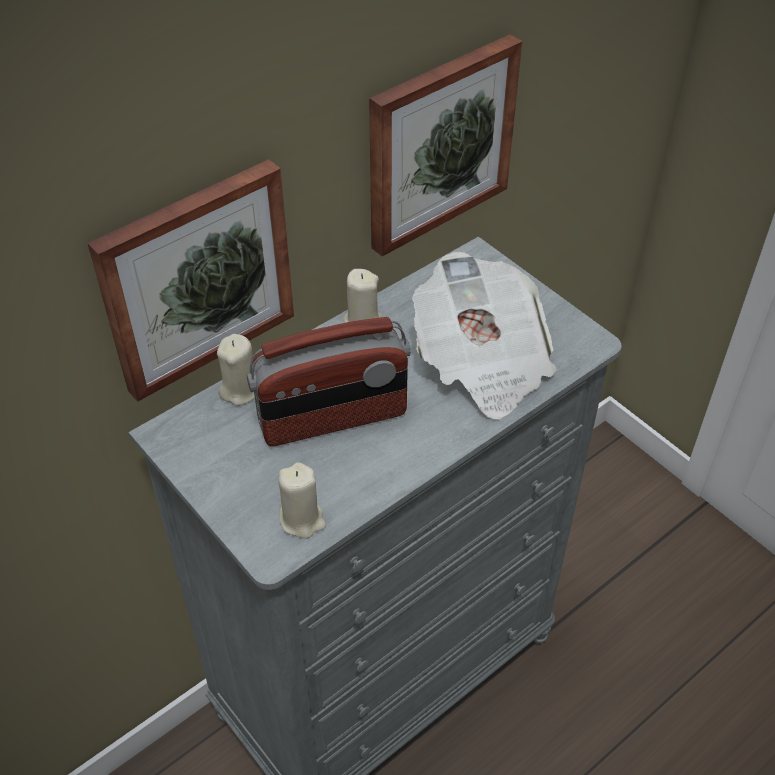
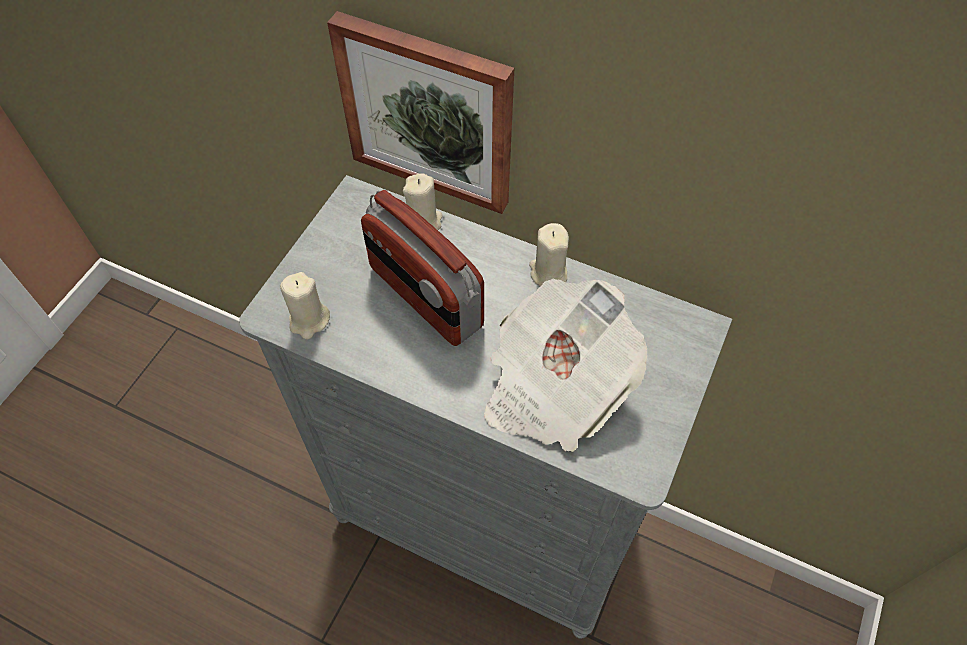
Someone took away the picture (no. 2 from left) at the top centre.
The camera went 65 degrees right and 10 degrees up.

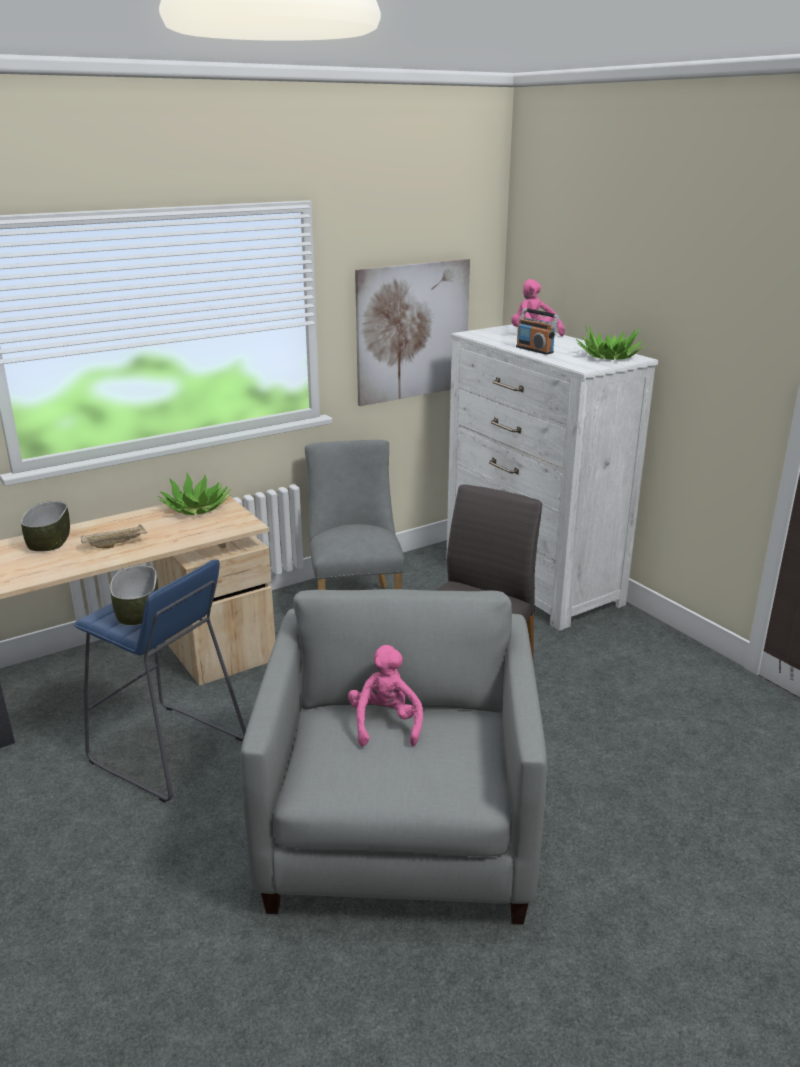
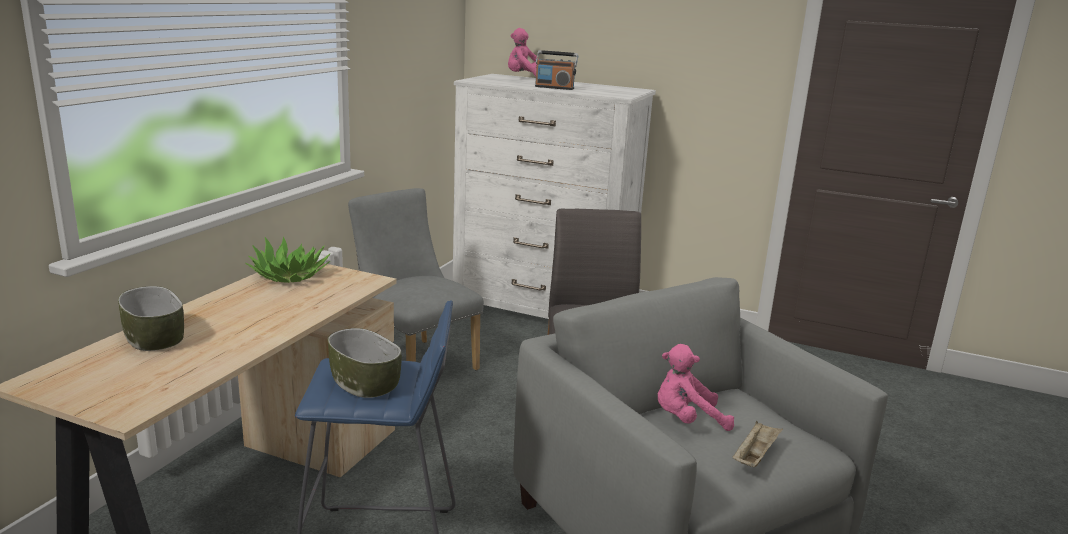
Someone rotated the pink plush toy (no. 1 from left in the first image) at the centre by 60 degrees counterclockwise.
Someone carried the beige tray from the middle left to the bottom right.
Someone took away the picture at the top centre.
Someone took away the potted plant (no. 2 from left) at the top right.
The camera went 35 degrees left and 5 degrees down.

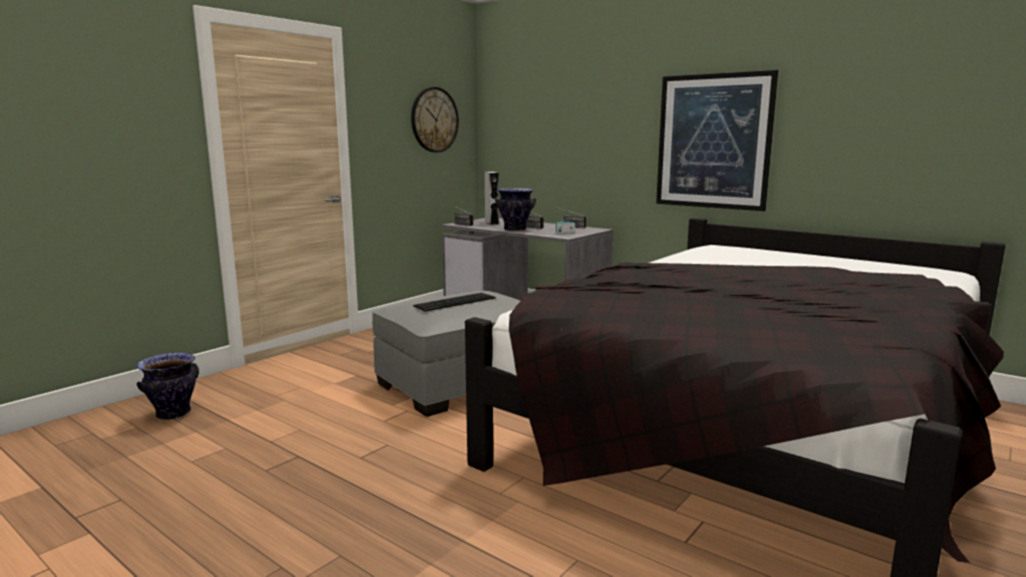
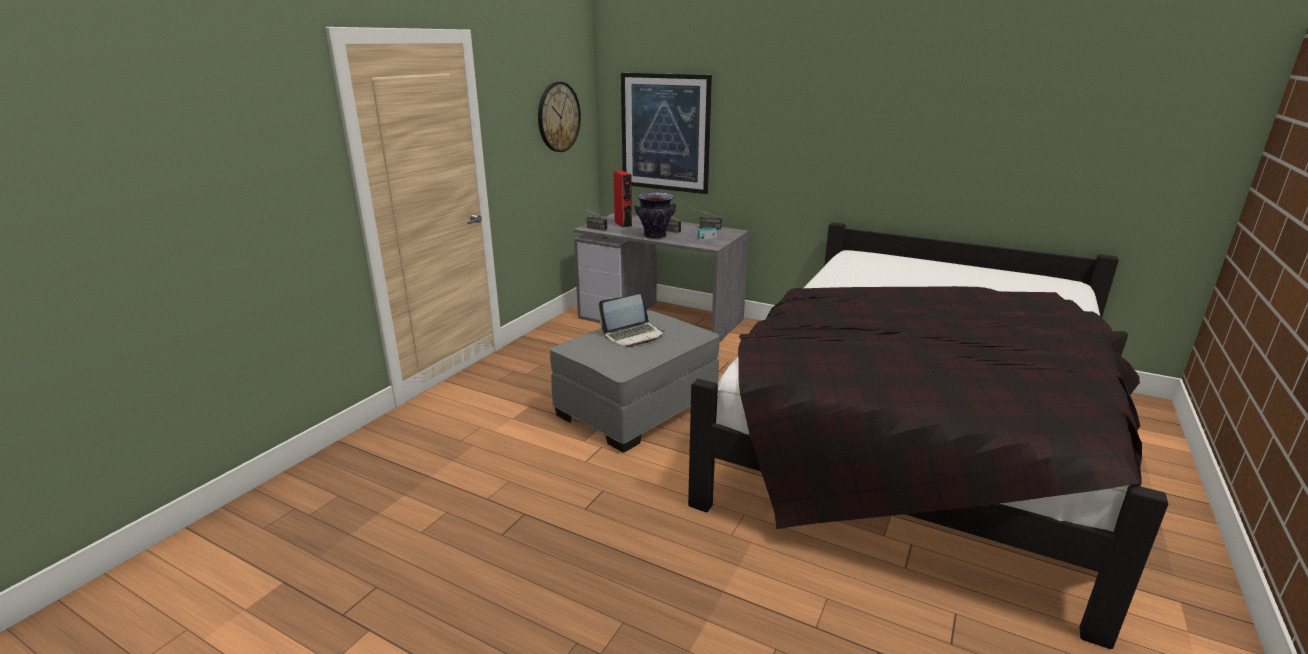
Someone swapped the keyboard at the centre for the laptop at the centre.
Someone repainted the grey speaker at the centre, which became the red speaker at the top centre.
Someone carried the picture from the top right to the top centre.
Someone took away the vase (no. 1 from left) at the bottom left.
The camera went 10 degrees left and 10 degrees up.

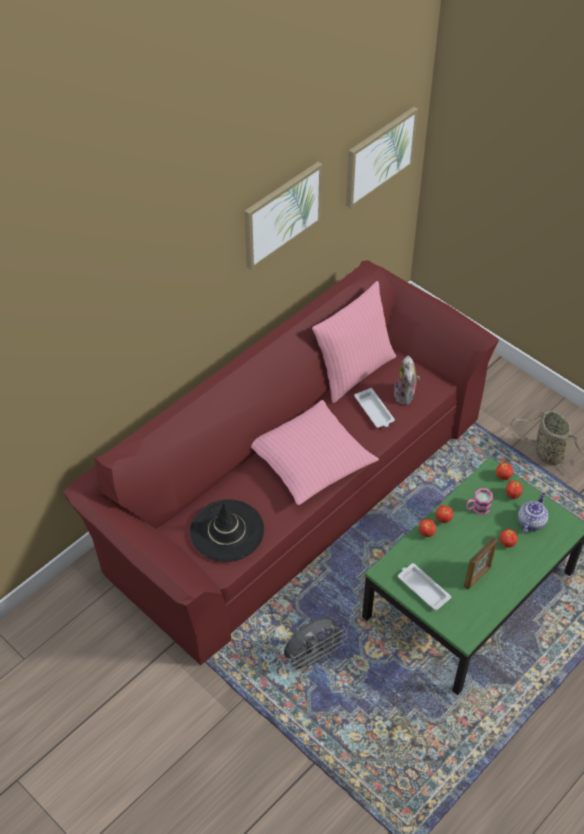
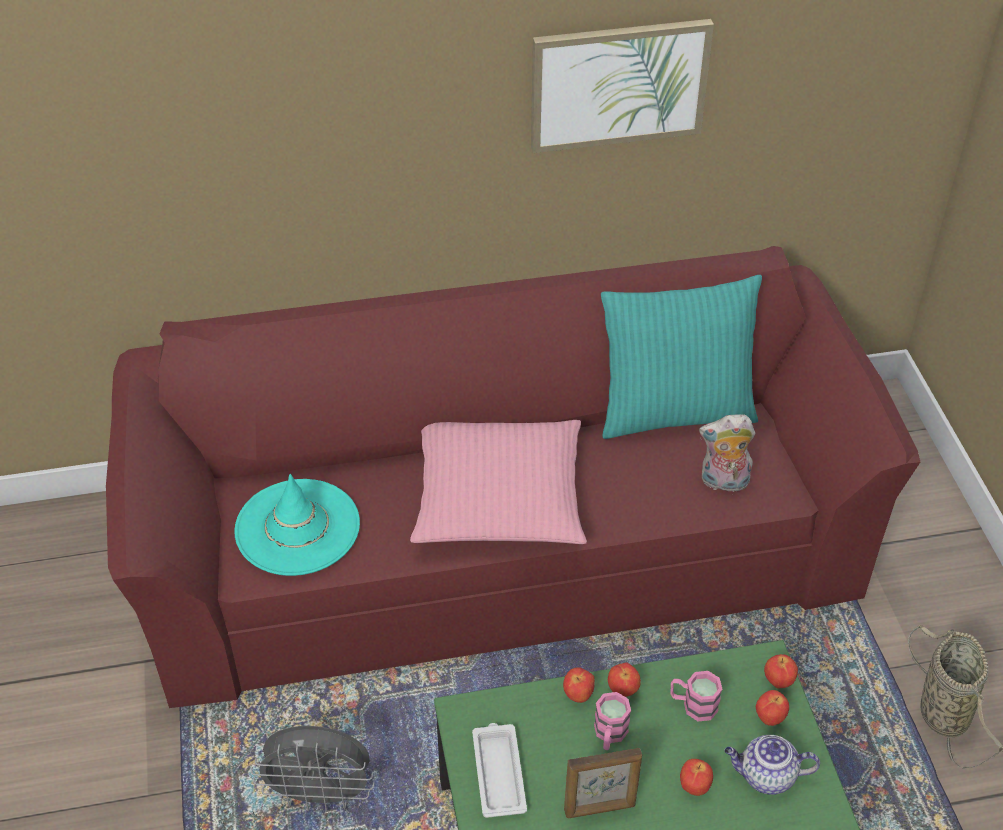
Someone repainted the black hat at the centre, which became the turquoise hat at the middle left.
Someone put down the pink mug (no. 1 from left) at the bottom centre.
Someone repainted the pink pillow (no. 2 from left) at the centre, which became the turquoise pillow at the middle right.
Someone rotated the plush toy at the middle right by 60 degrees clockwise.
Someone rotated the teapot at the middle right by 150 degrees counterclockwise.
Someone took away the picture (no. 2 from left) at the top centre.
Someone took away the white tray (no. 1 from left) at the centre.
The camera went 35 degrees right and 5 degrees down.

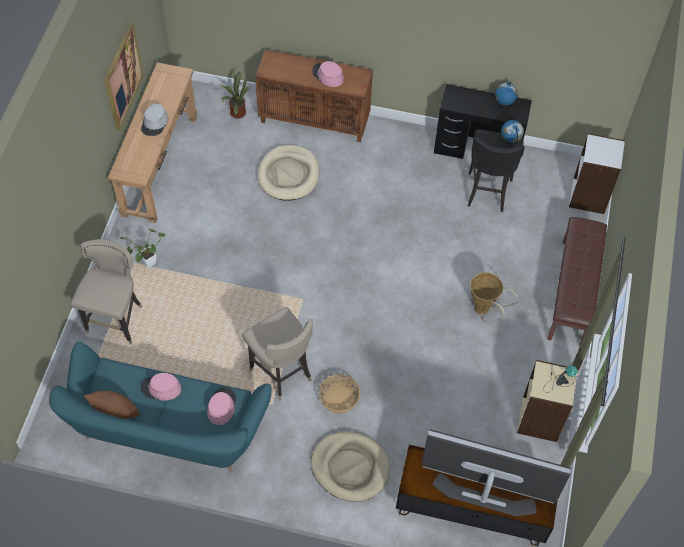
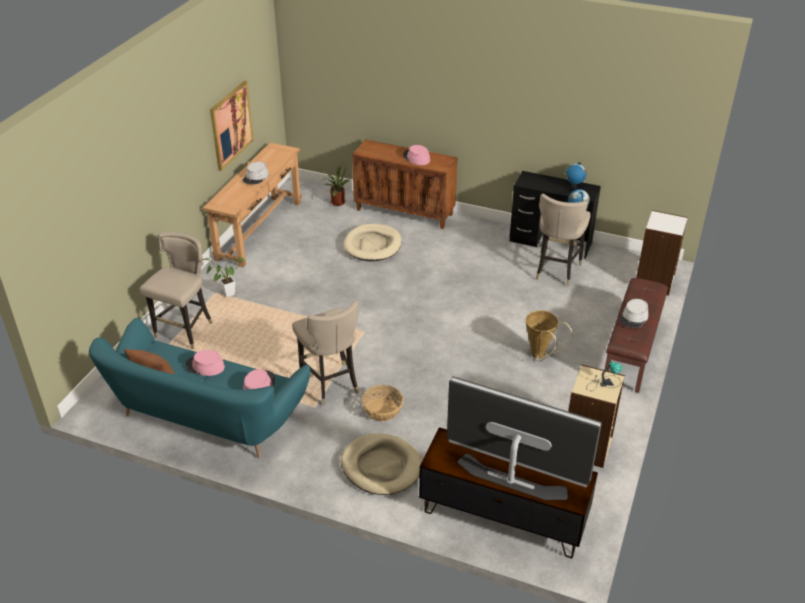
Someone repainted the black stool at the top right, which became the beige stool (no. 3 from left) at the middle right.
Someone put down the grey hat (no. 2 from left) at the middle right.
The camera went 10 degrees right and 20 degrees down.

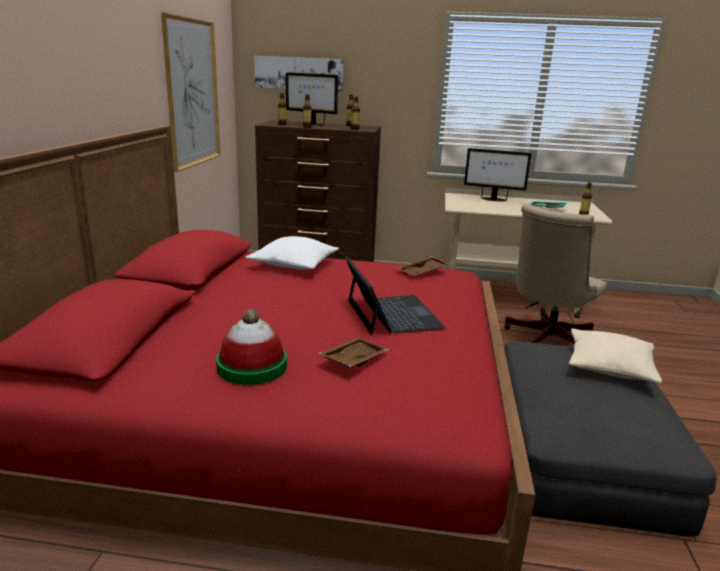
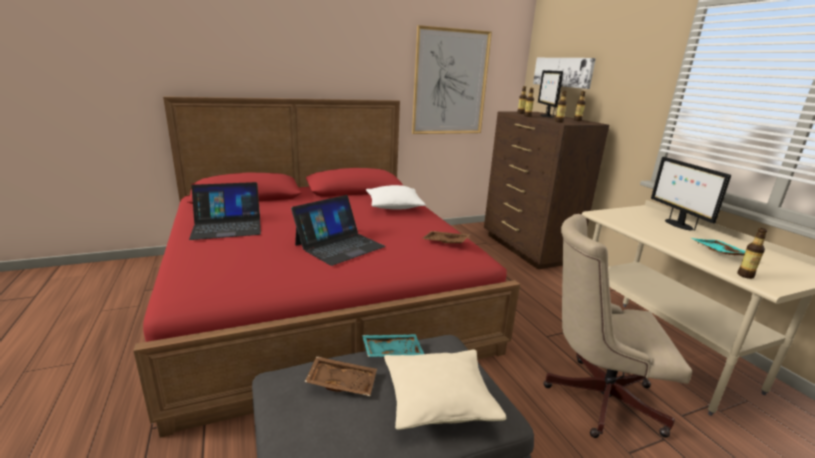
Someone swapped the hat at the centre for the laptop (no. 1 from left) at the middle left.
Someone carried the brown tray (no. 1 from left) from the centre to the bottom centre.
Someone put down the turquoise tray (no. 1 from left) at the bottom centre.
The camera went 60 degrees right and 0 degrees up.

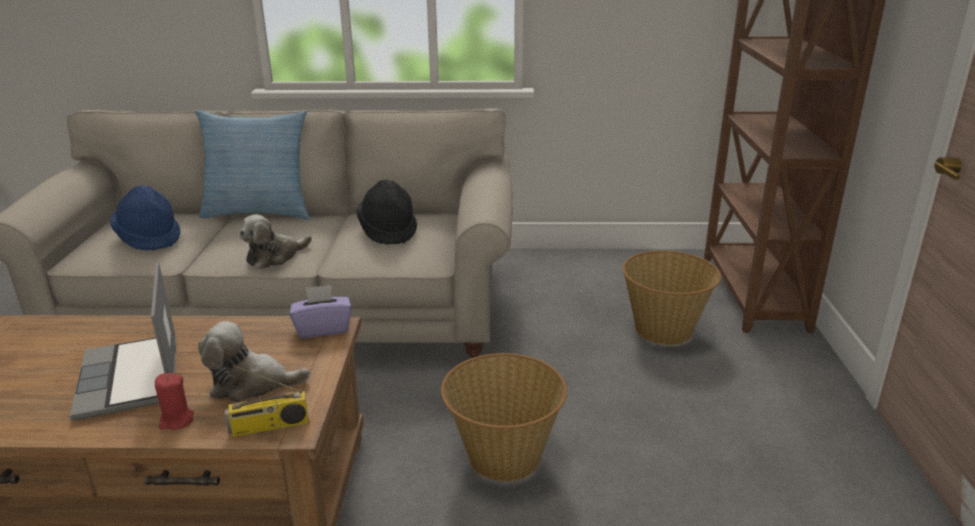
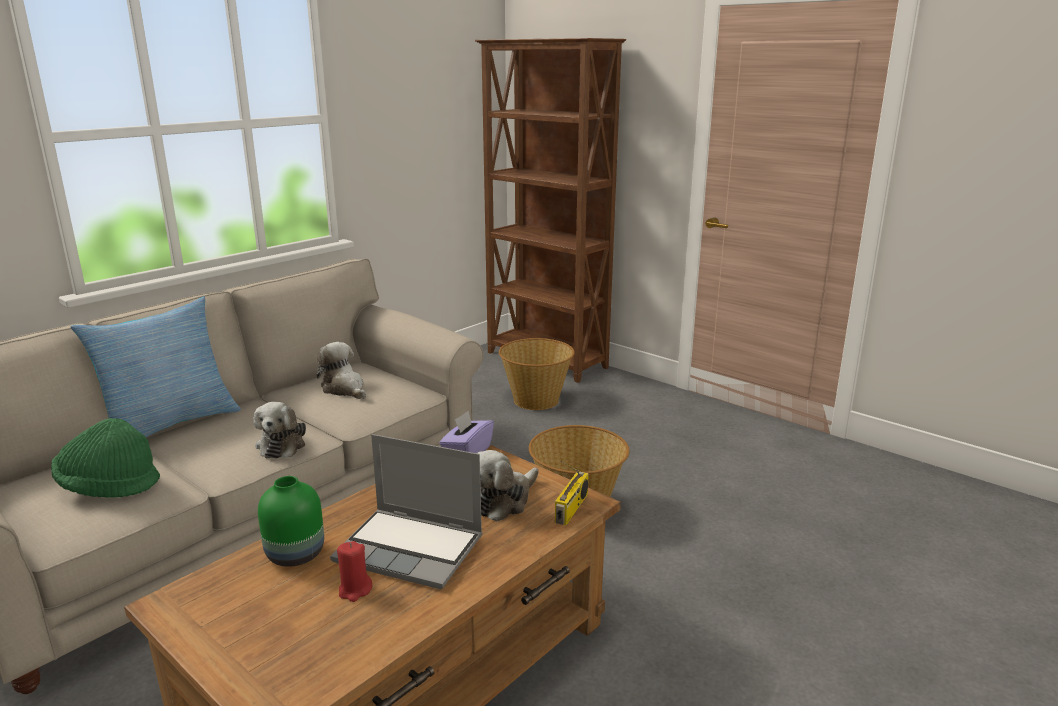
Someone repainted the blue hat at the middle left, which became the green hat at the middle left.
Someone put down the green vase at the bottom left.
Someone swapped the black hat at the centre for the plush toy (no. 2 from left) at the middle left.
Someone carried the red candle from the bottom left to the bottom centre.
The camera went 50 degrees left and 5 degrees down.

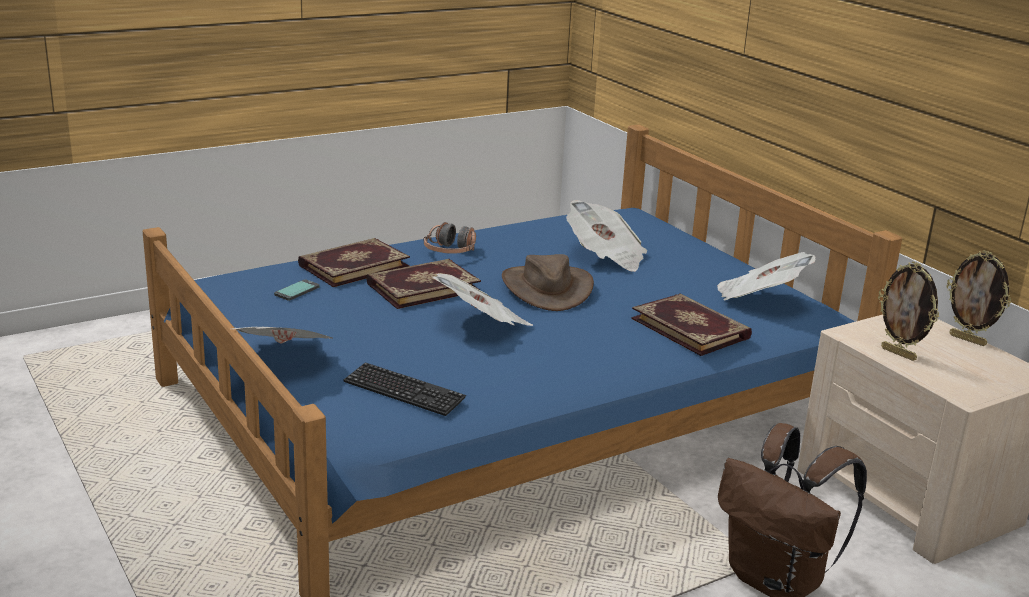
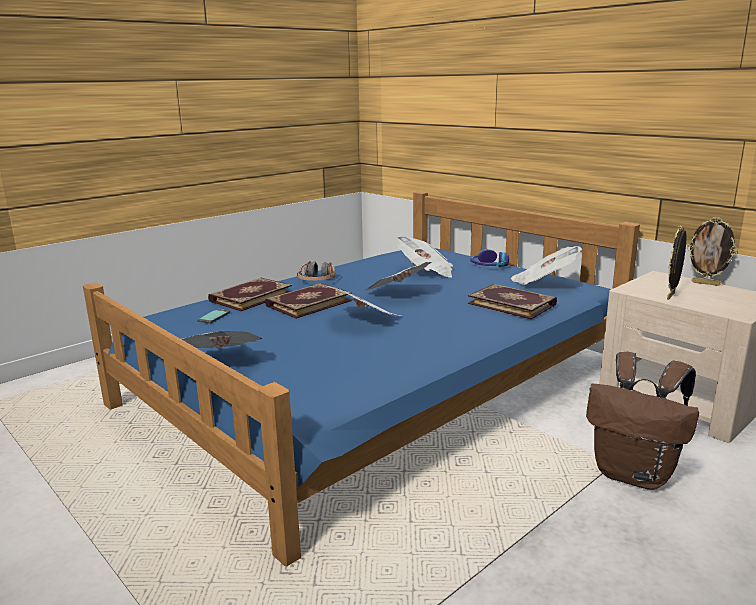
Someone swapped the brown hat at the centre for the newspaper (no. 3 from left) at the centre.
Someone put down the headphones (no. 2 from left) at the centre.
Someone rotated the picture frame (no. 1 from left) at the middle right by 90 degrees clockwise.
Someone took away the keyboard at the centre.
The camera went 10 degrees left and 5 degrees down.

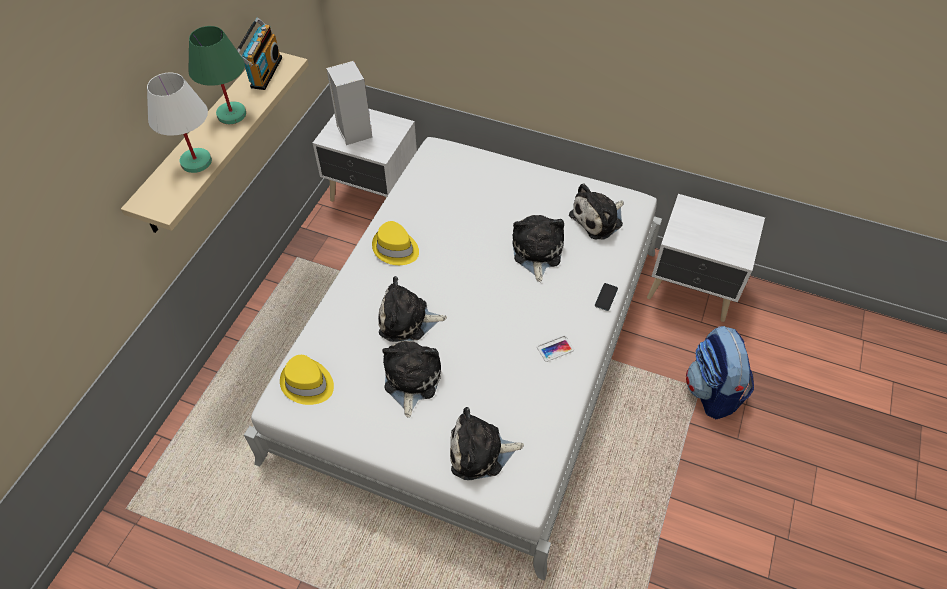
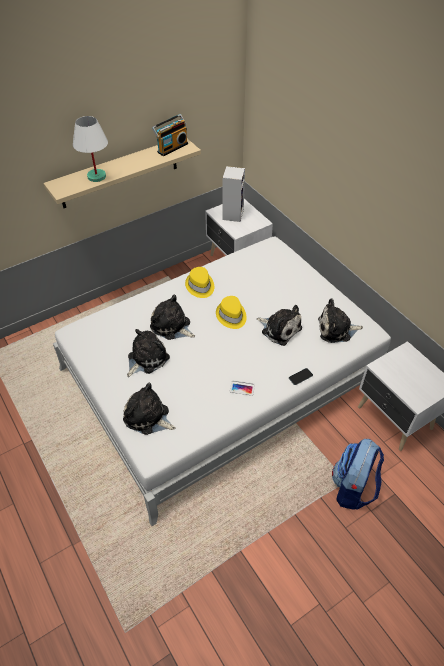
Someone carried the yellow hat (no. 1 from left in the first image) from the middle left to the centre.
Someone rotated the plush toy (no. 4 from left) at the centre by 90 degrees clockwise.
Someone took away the green table lamp at the top left.
The camera went 35 degrees right and 5 degrees down.

